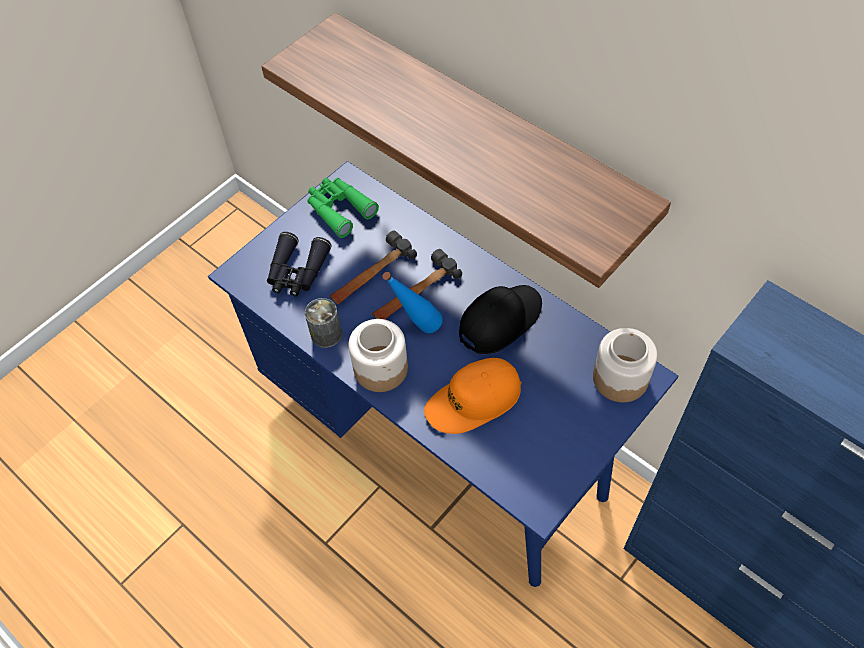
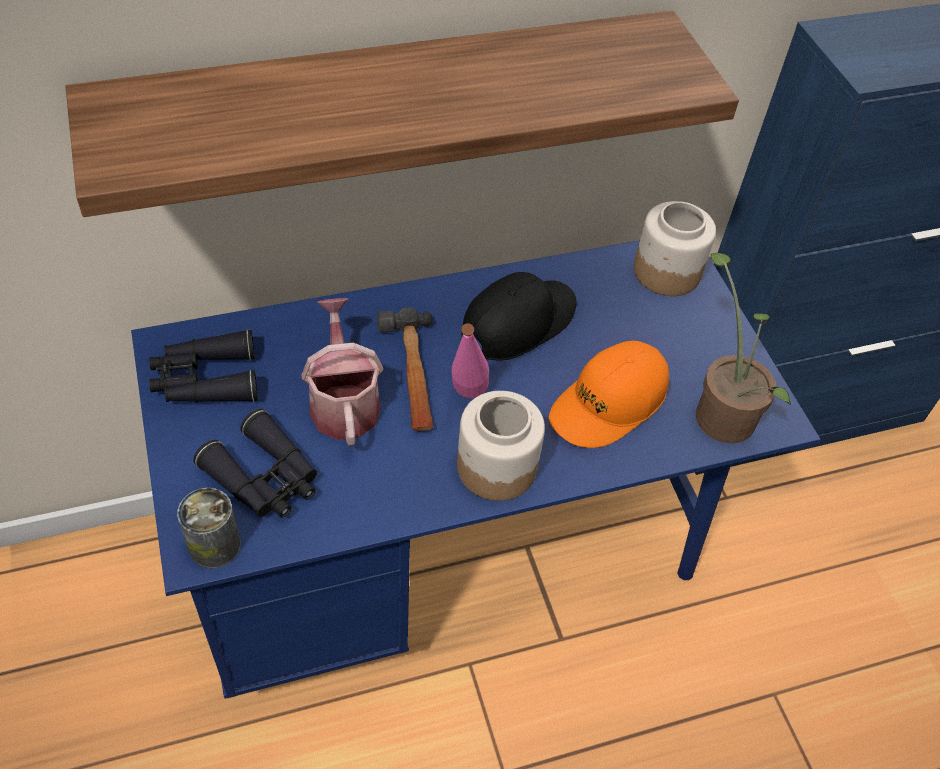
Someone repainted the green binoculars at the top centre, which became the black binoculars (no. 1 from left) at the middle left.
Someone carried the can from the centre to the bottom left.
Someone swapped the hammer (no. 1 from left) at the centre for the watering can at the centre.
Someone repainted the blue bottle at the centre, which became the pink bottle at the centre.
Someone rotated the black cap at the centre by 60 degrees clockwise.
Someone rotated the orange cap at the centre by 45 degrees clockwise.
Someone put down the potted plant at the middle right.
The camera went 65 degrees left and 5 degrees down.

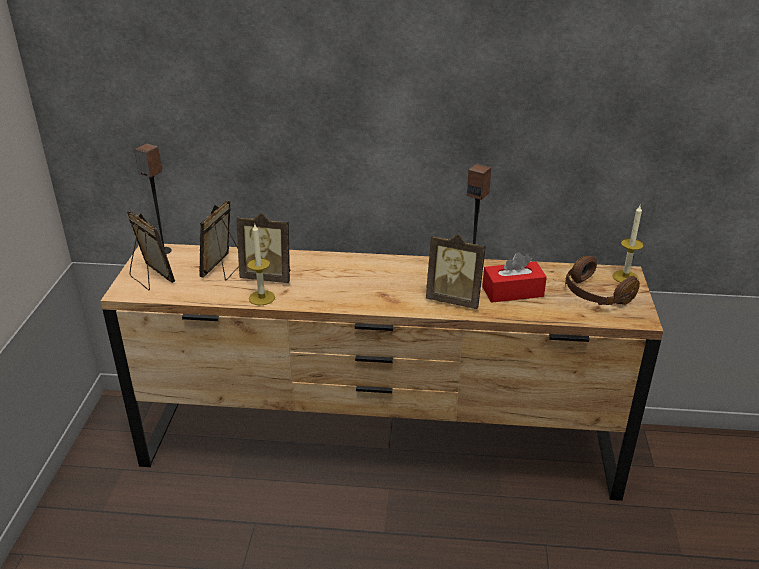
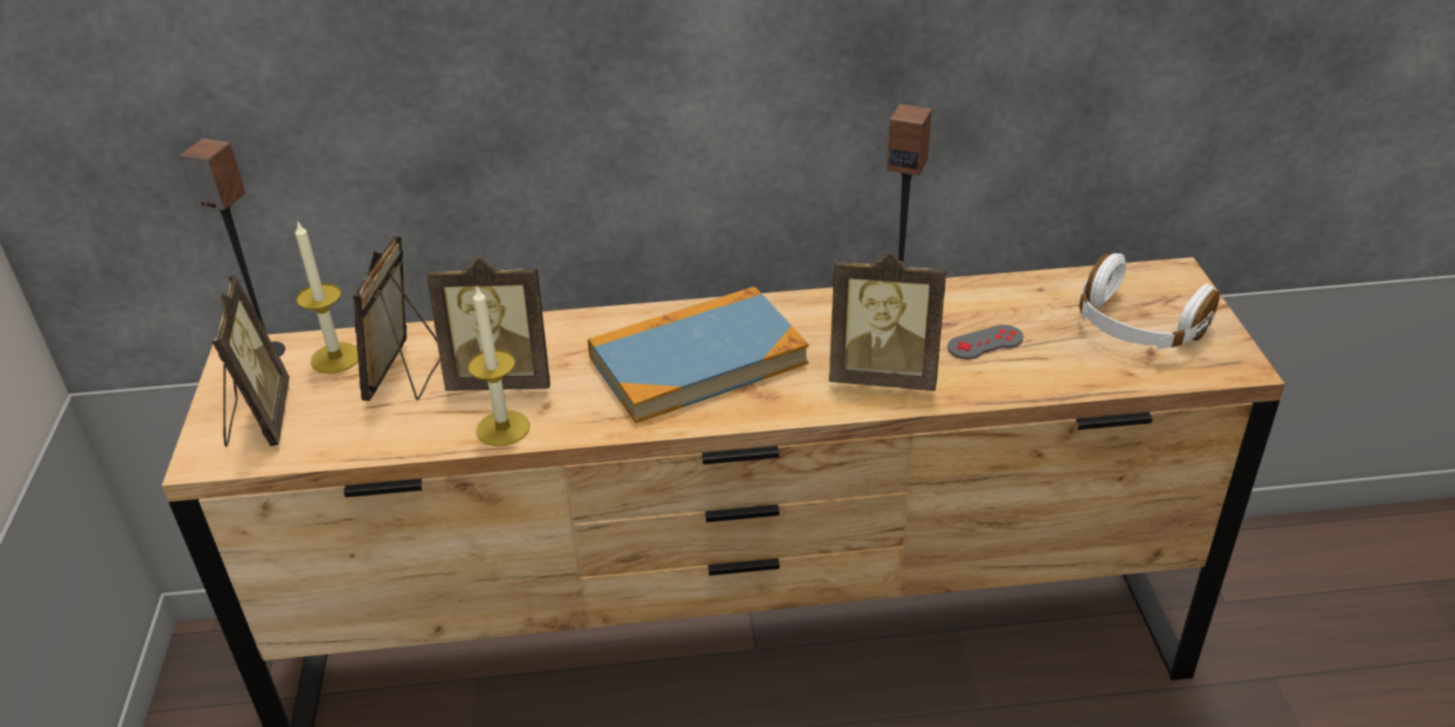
Someone rotated the picture frame (no. 1 from left) at the middle left by 45 degrees clockwise.
Someone carried the candle (no. 2 from left in the first image) from the middle right to the middle left.
Someone put down the book at the centre.
Someone swapped the red tissue box at the middle right for the grey game controller at the middle right.
Someone repainted the brown headphones at the middle right, which became the white headphones at the middle right.
The camera went 10 degrees left and 5 degrees up.

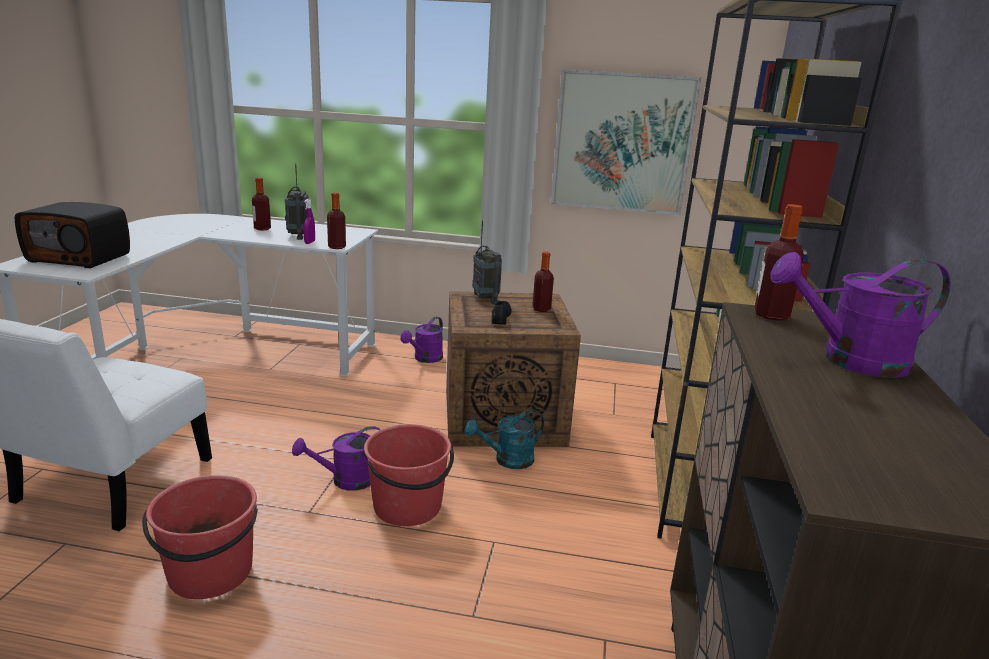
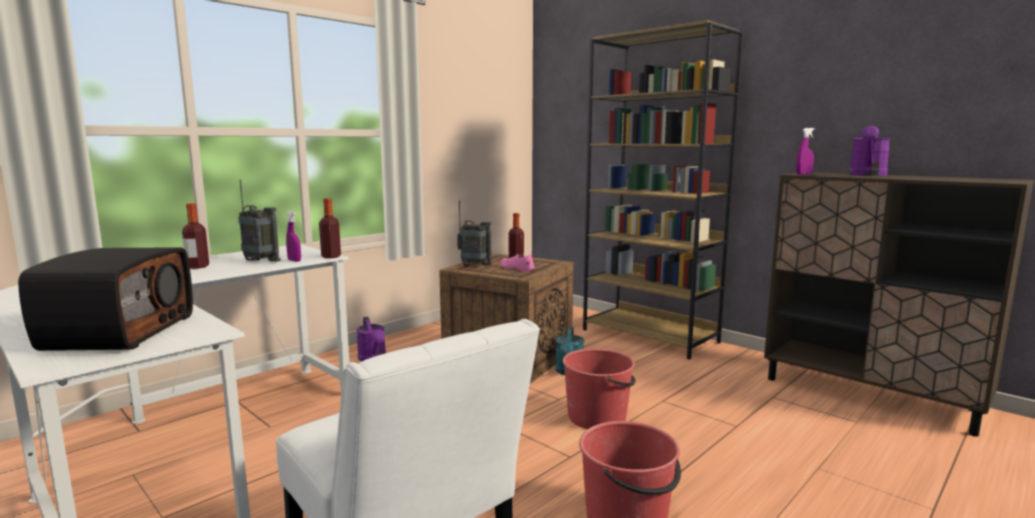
Someone rotated the radio (no. 1 from left) at the middle left by 45 degrees counterclockwise.
Someone repainted the black shoe at the centre, which became the pink shoe at the centre.
Someone swapped the bottle (no. 4 from left) at the middle right for the purple spray bottle (no. 2 from left) at the top right.
Someone took away the purple watering can (no. 1 from left) at the bottom centre.
Someone took away the picture at the top centre.
The camera went 55 degrees left and 10 degrees down.

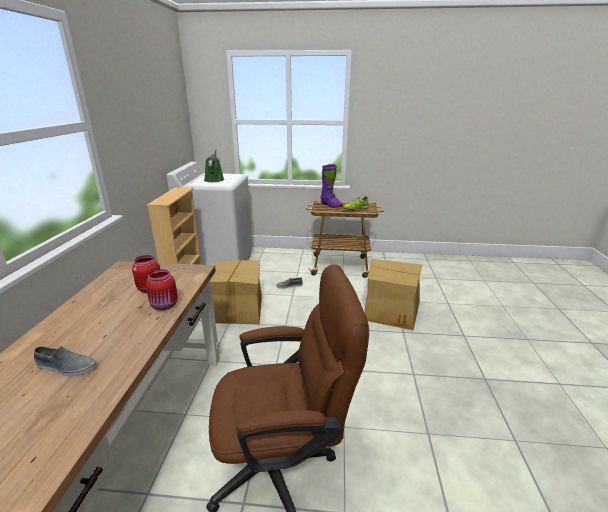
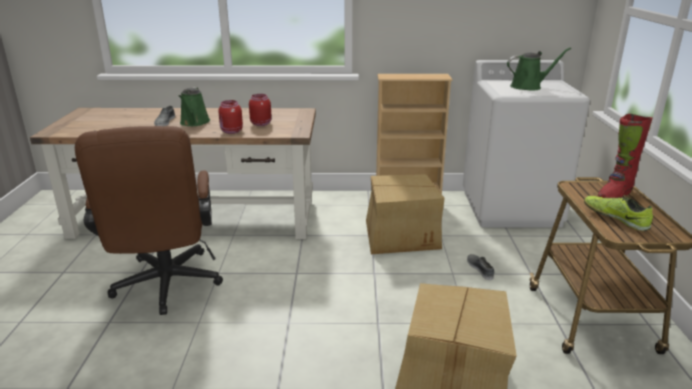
Someone put down the green watering can (no. 1 from left) at the top left.
Someone repainted the purple boot at the centre, which became the red boot at the middle right.
The camera went 85 degrees right and 0 degrees up.

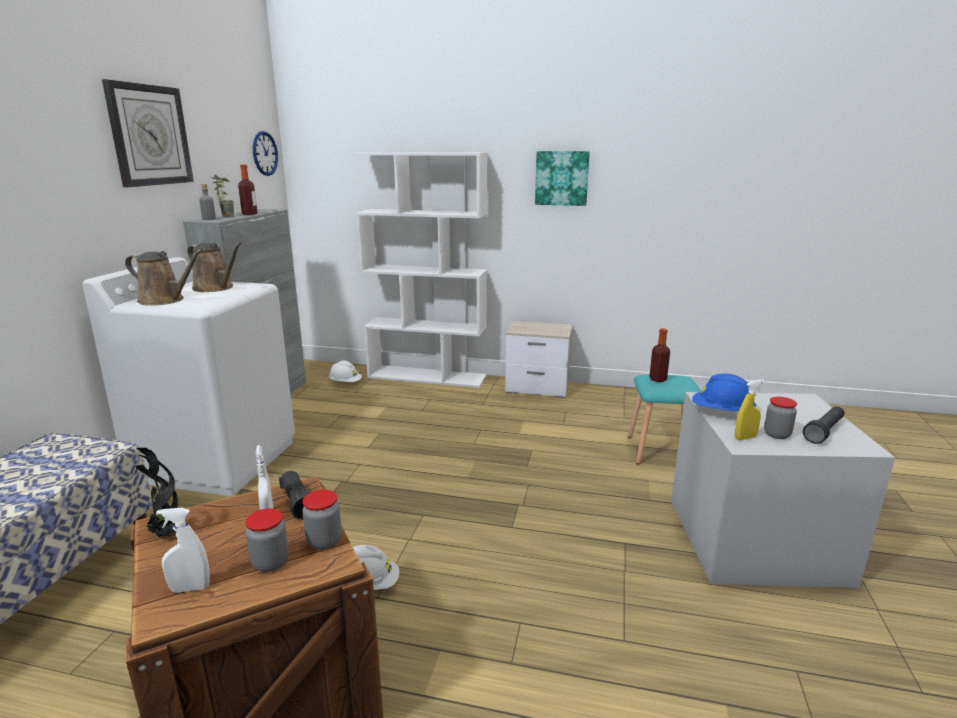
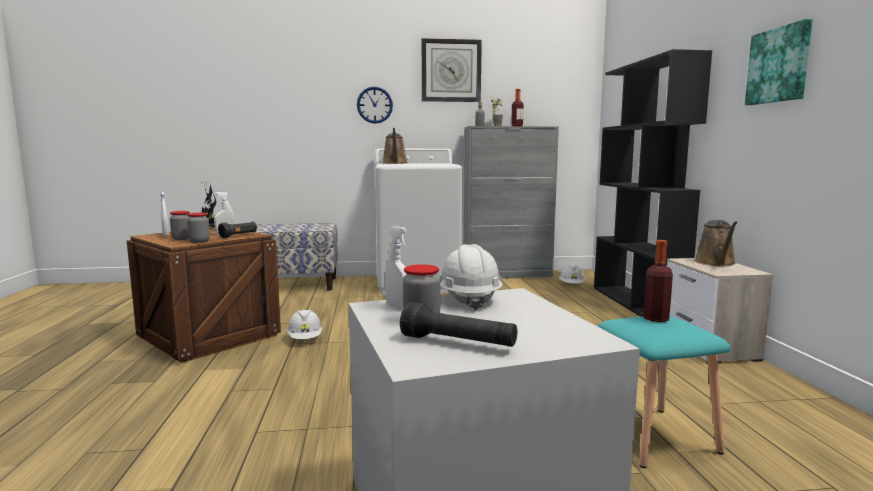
Someone carried the wall clock (no. 2 from left in the first image) from the top left to the top centre.
Someone repainted the yellow spray bottle at the middle right, which became the white spray bottle (no. 3 from left) at the centre.
Someone repainted the blue hard hat at the middle right, which became the white hard hat (no. 2 from left) at the centre.
Someone repainted the white bookcase at the centre, which became the black bookcase at the middle right.
Someone carried the brown watering can (no. 2 from left) from the middle left to the middle right.
The camera went 70 degrees right and 10 degrees down.

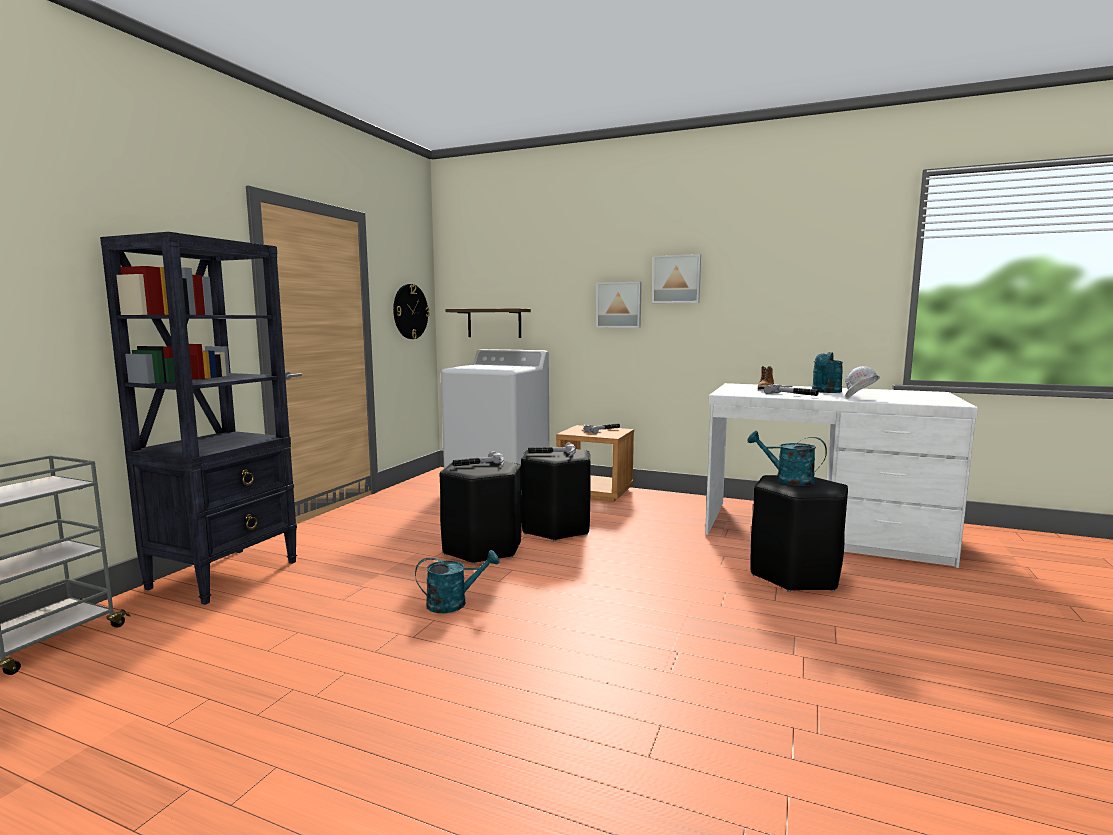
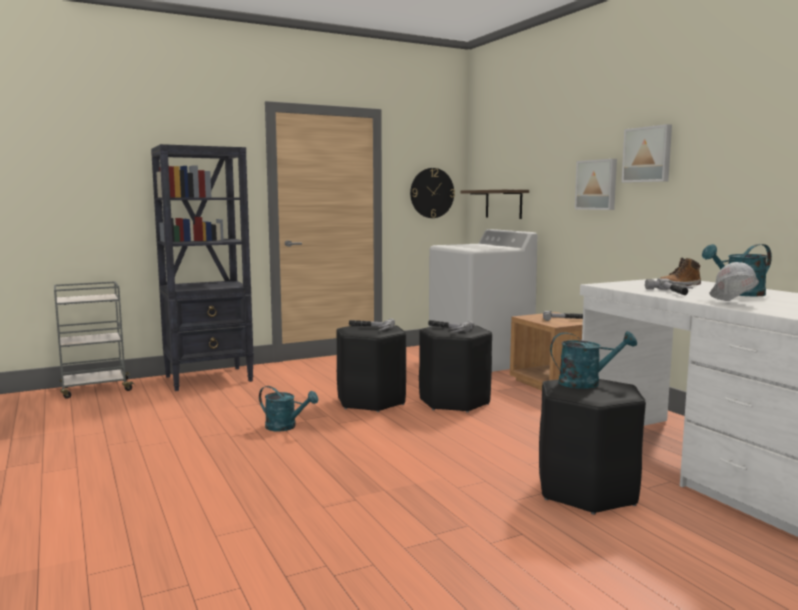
Someone rotated the turquoise watering can (no. 2 from left) at the middle right by 105 degrees clockwise.
The camera went 40 degrees right and 0 degrees up.

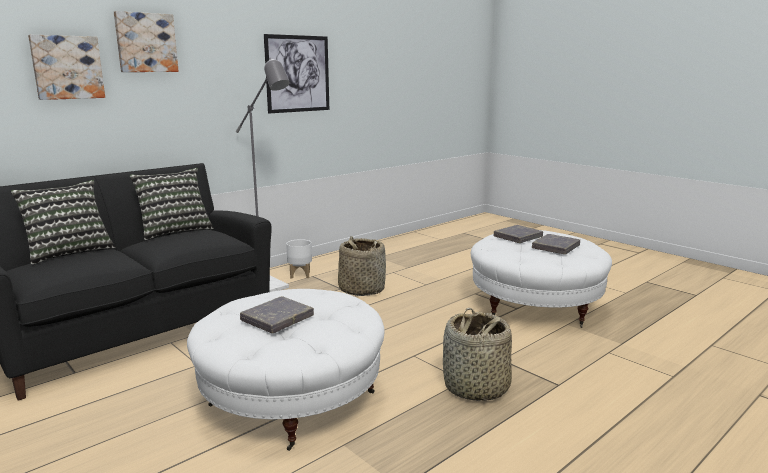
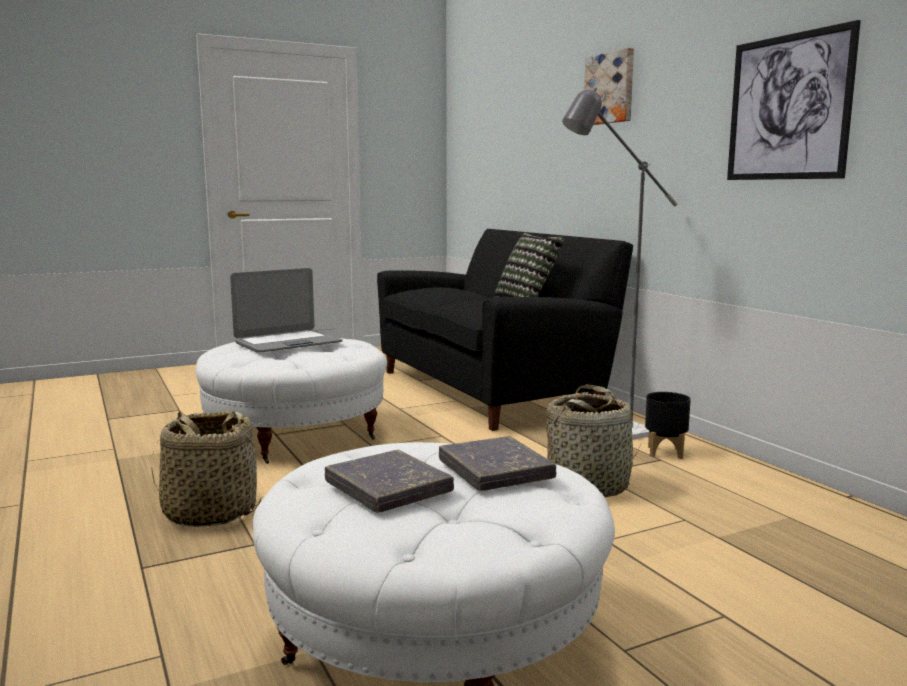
Someone swapped the grey book (no. 1 from left) at the centre for the laptop at the middle left.
Someone repainted the white planter at the centre, which became the black planter at the middle right.
Someone took away the pillow (no. 1 from left) at the middle left.
Someone took away the picture (no. 1 from left) at the top left.
The camera went 105 degrees right and 5 degrees down.

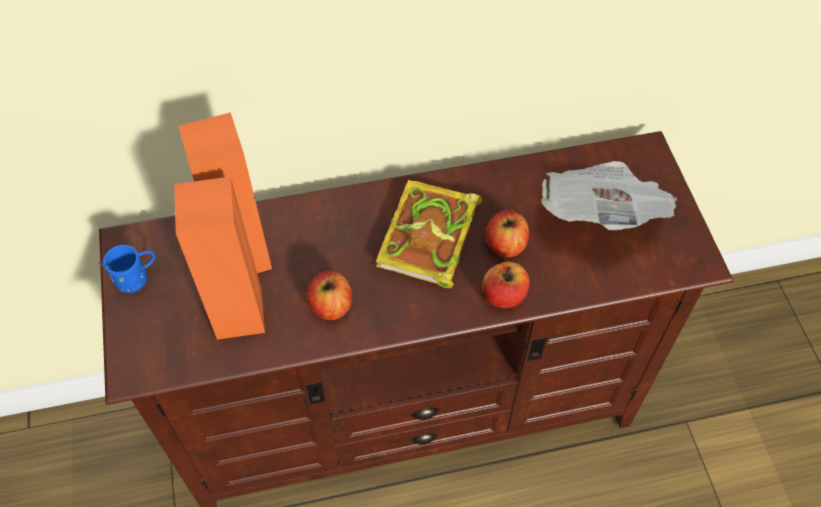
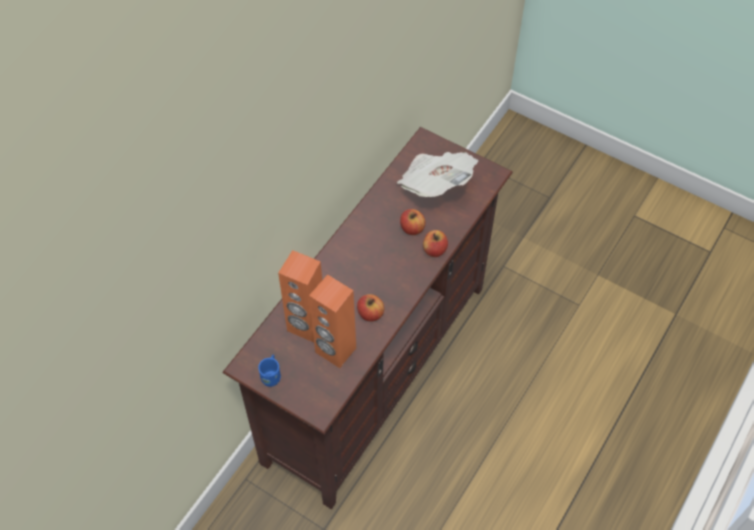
Someone took away the book at the centre.
The camera went 45 degrees left and 0 degrees up.

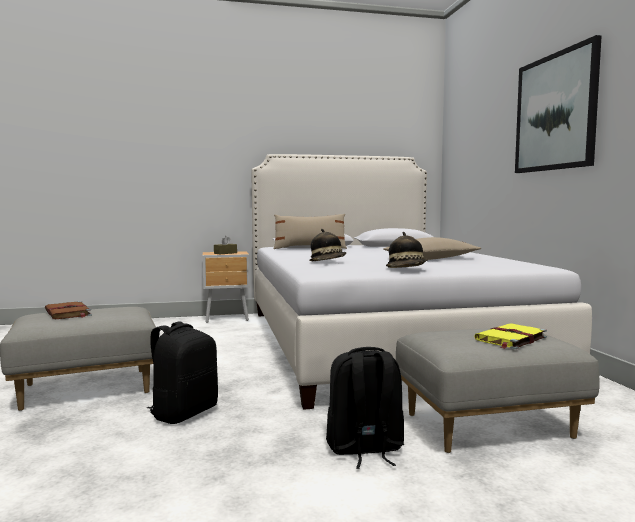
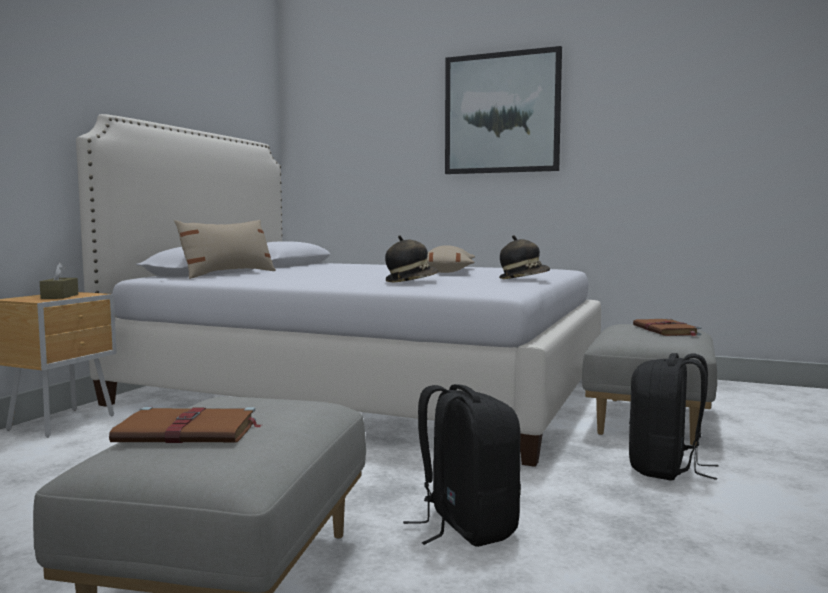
Someone repainted the yellow book at the middle right, which became the brown book (no. 2 from left) at the middle right.
The camera went 55 degrees left and 0 degrees up.

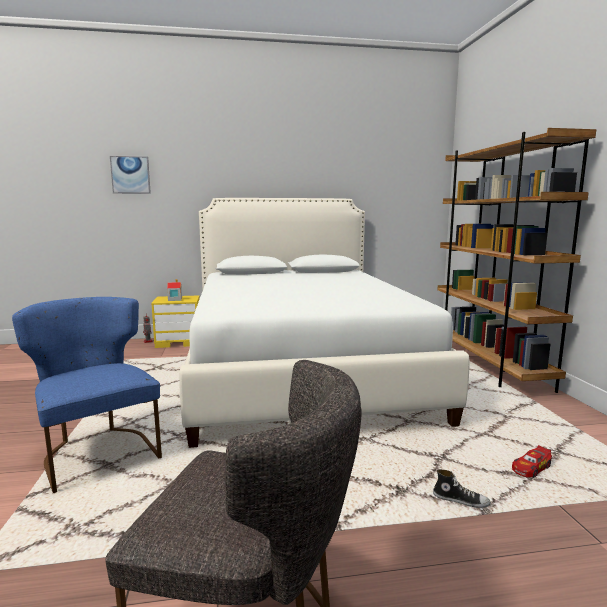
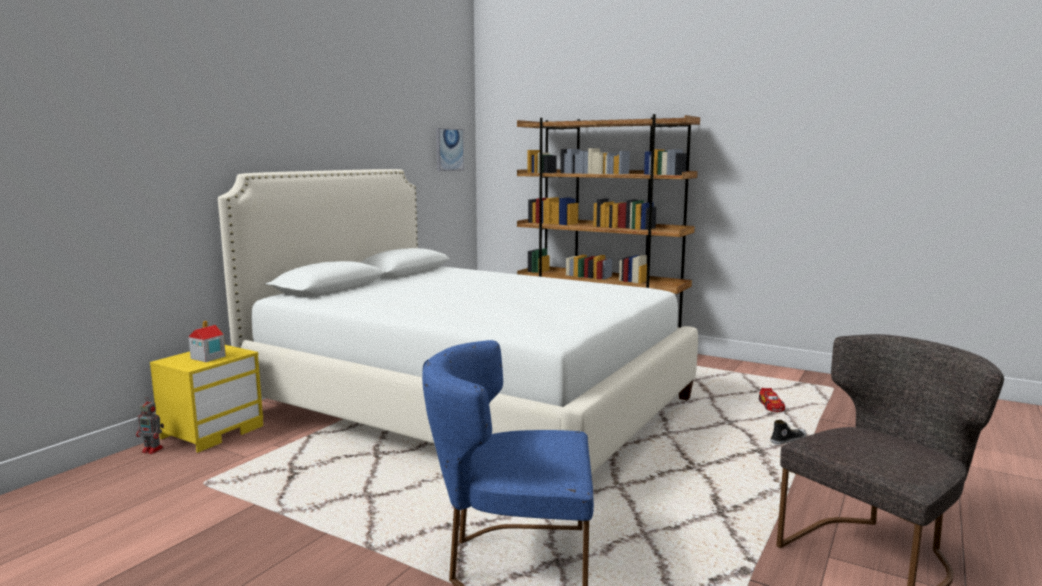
Someone carried the picture from the top left to the top centre.
The camera went 50 degrees left and 0 degrees up.

